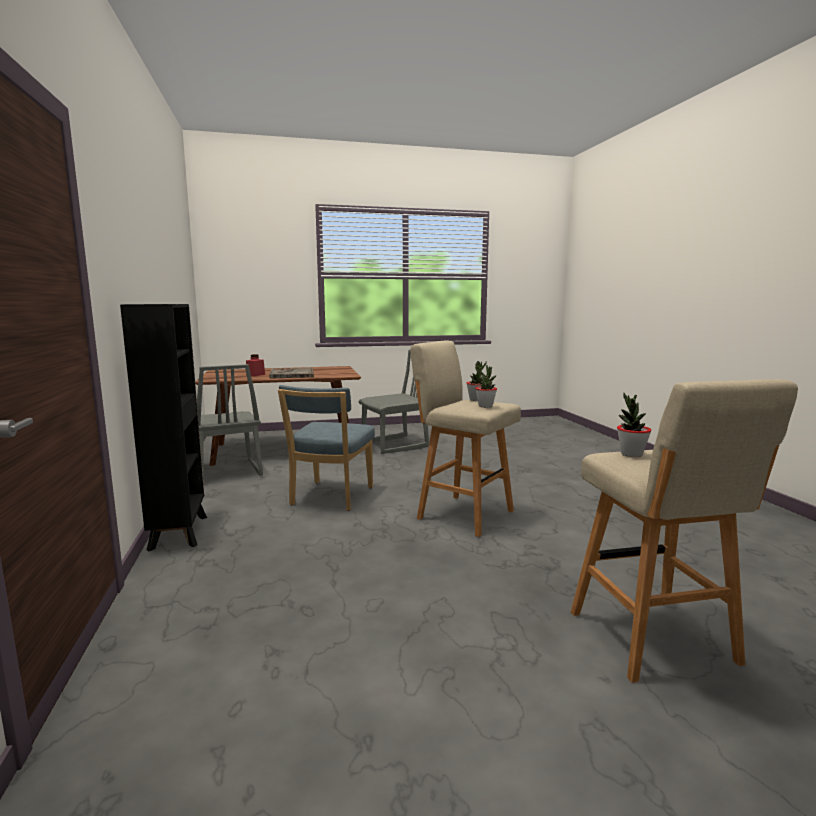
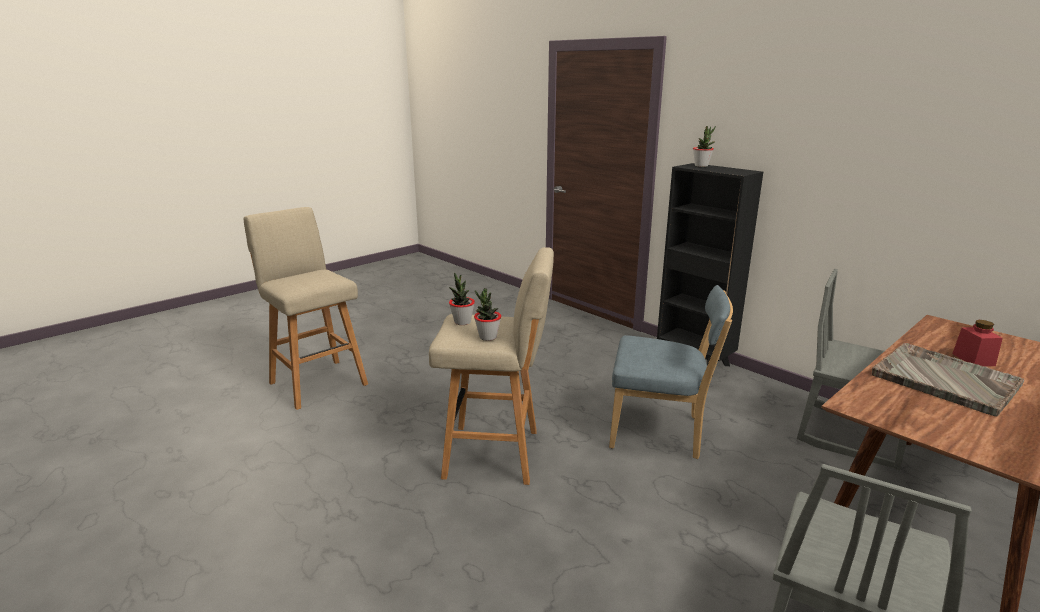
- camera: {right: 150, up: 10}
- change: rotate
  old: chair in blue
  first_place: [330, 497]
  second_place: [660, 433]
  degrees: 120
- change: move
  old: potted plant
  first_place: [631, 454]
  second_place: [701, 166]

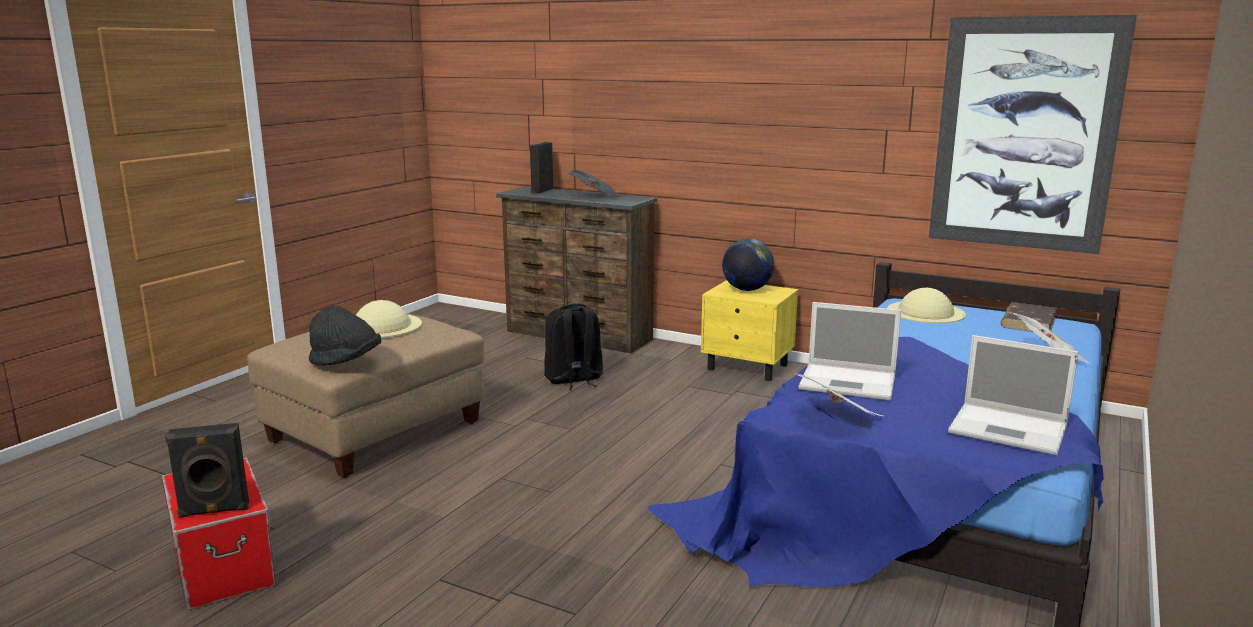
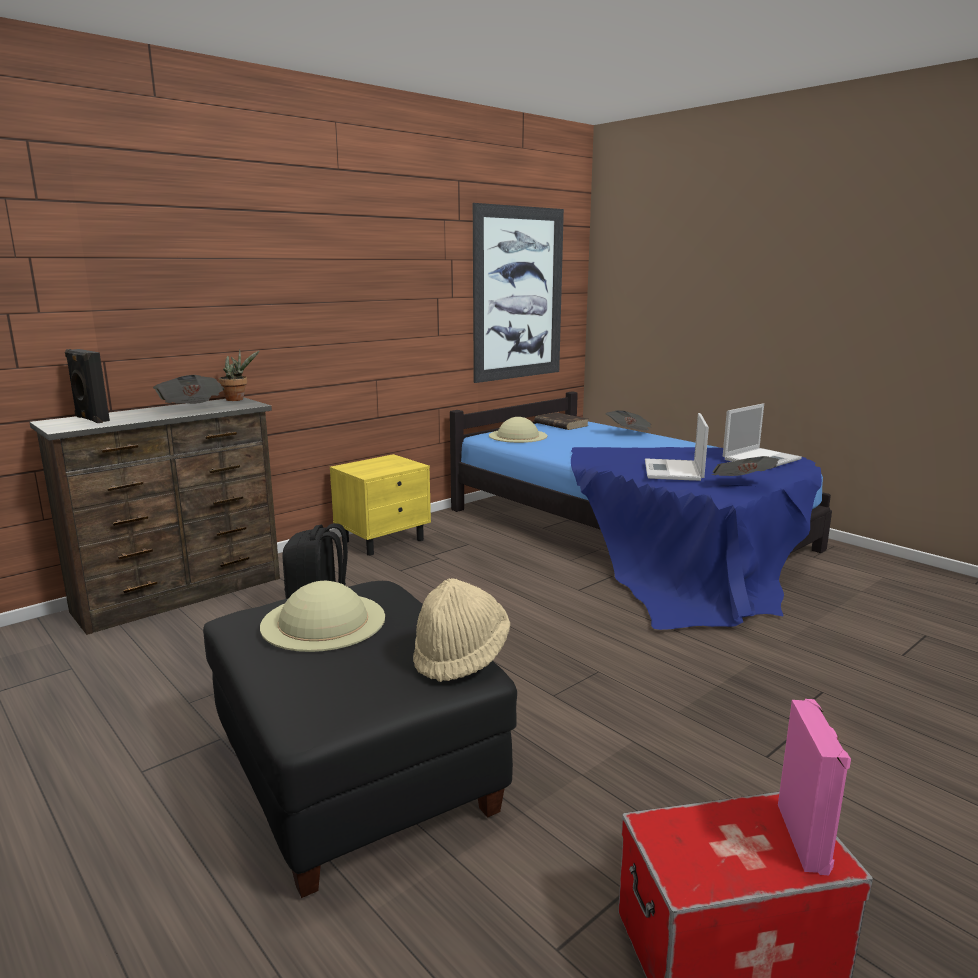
- camera: {right: -70, up: 0}
- change: recolor
  old: pouffe in beige-coloured
  new: pouffe in black
  first_place: [376, 432]
  second_place: [354, 776]
- change: insert
  new: potted plant
  second_place: [237, 399]
- change: recolor
  old: clothing hat in black
  new: clothing hat in beige-coloured
  first_place: [346, 362]
  second_place: [461, 656]
- change: rotate
  old: notebook computer
  first_place: [850, 382]
  second_place: [673, 471]
  degrees: 150
- change: recolor
  old: speaker in black
  new: speaker in pink-coloured
  first_place: [214, 511]
  second_place: [805, 838]
- change: delete
  old: globe
  first_place: [747, 290]

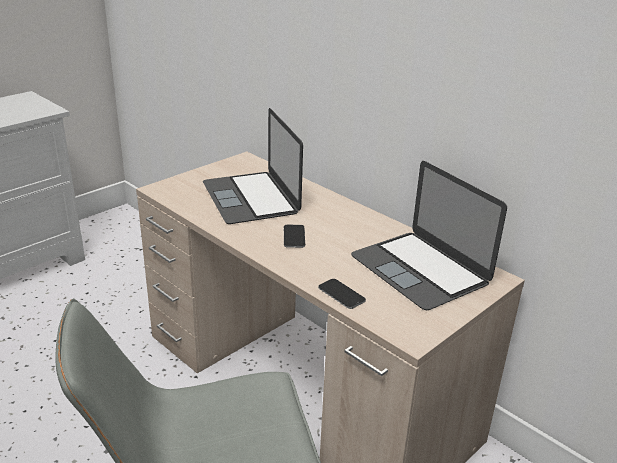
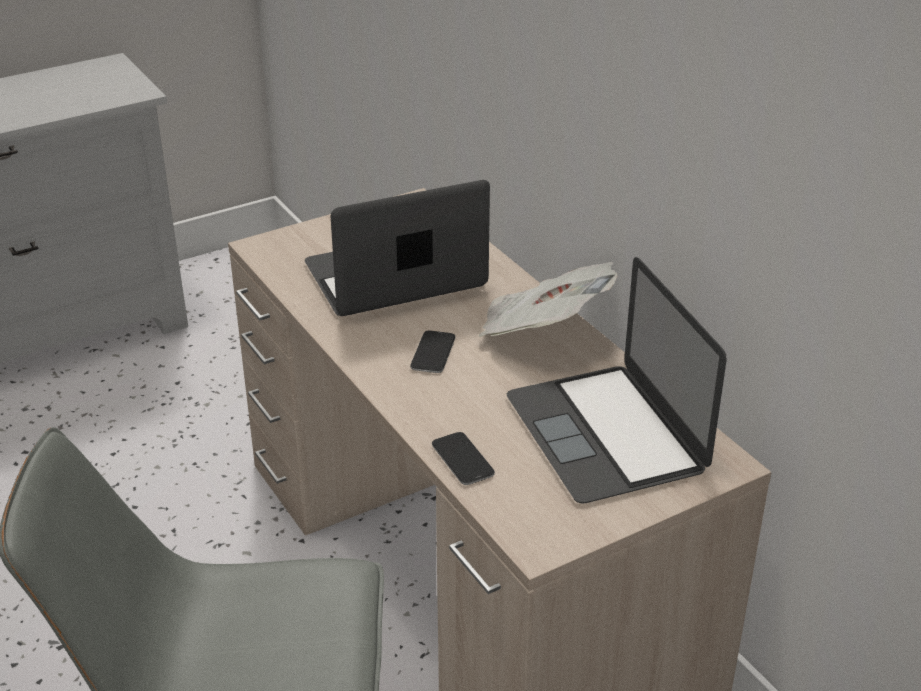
- camera: {right: 15, up: 5}
- change: rotate
  old: notebook computer
  first_place: [251, 197]
  second_place: [395, 276]
  degrees: 75
- change: insert
  new: printed paper
  second_place: [542, 330]

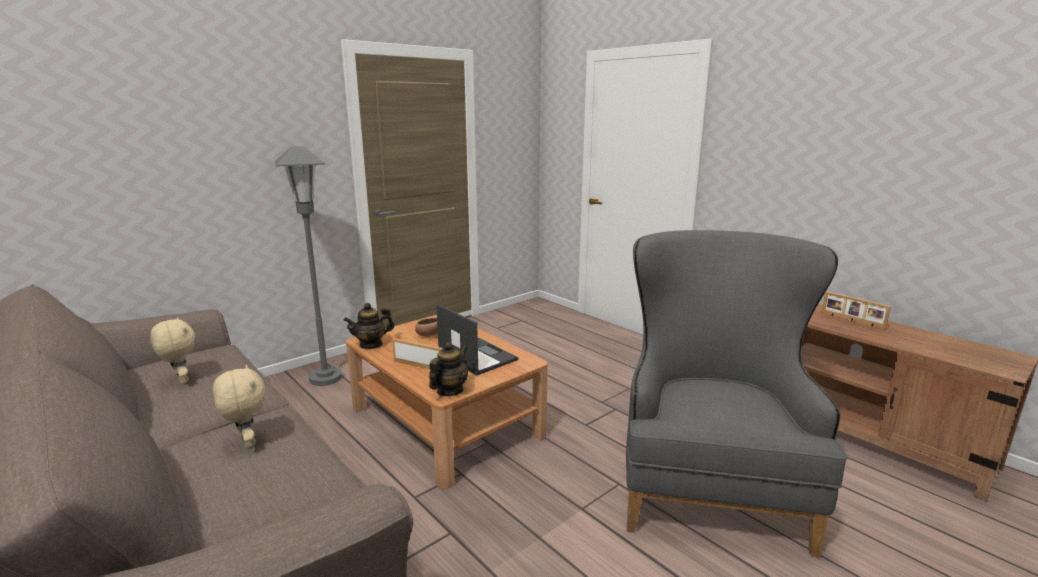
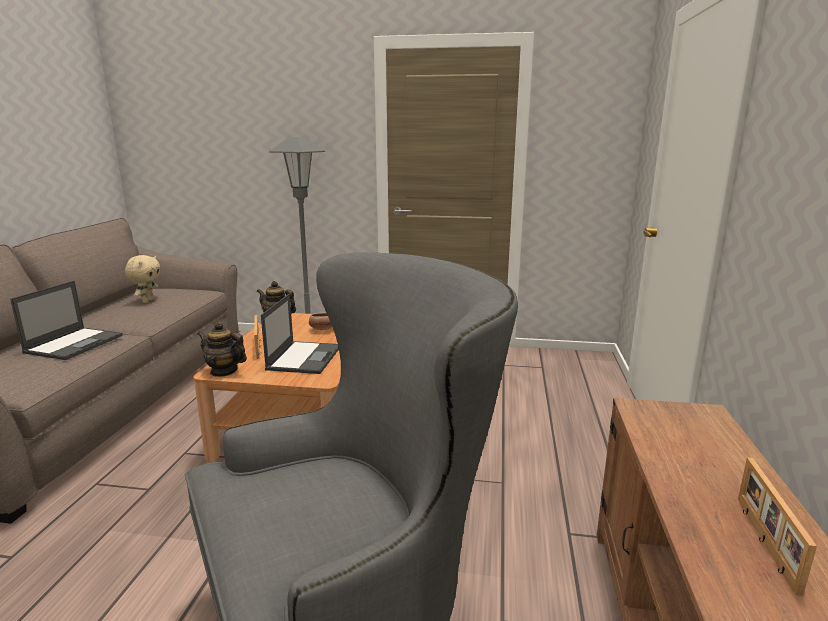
- camera: {right: 50, up: 0}
- change: replace
  old: soft toy in beige-coloured
  new: notebook computer
  first_place: [247, 442]
  second_place: [75, 343]
- change: rotate
  old: pot for tea
  first_place: [449, 391]
  second_place: [224, 371]
  degrees: -150

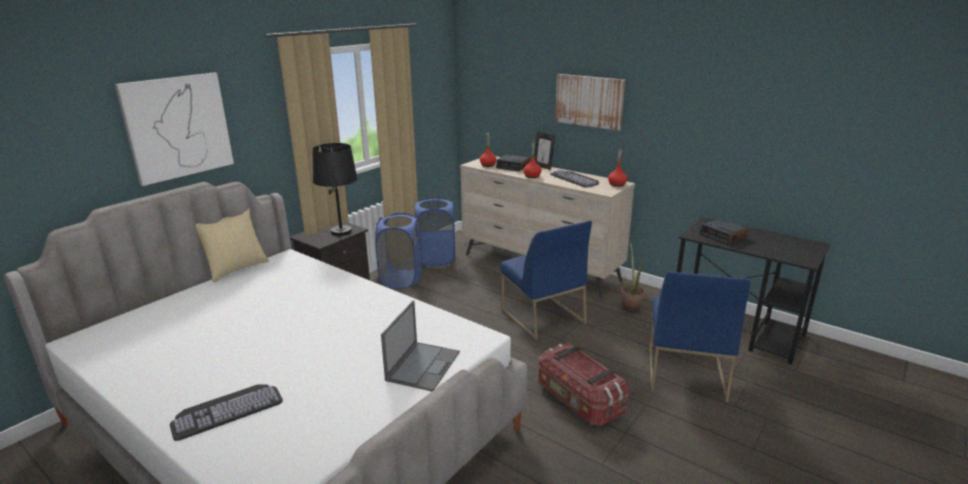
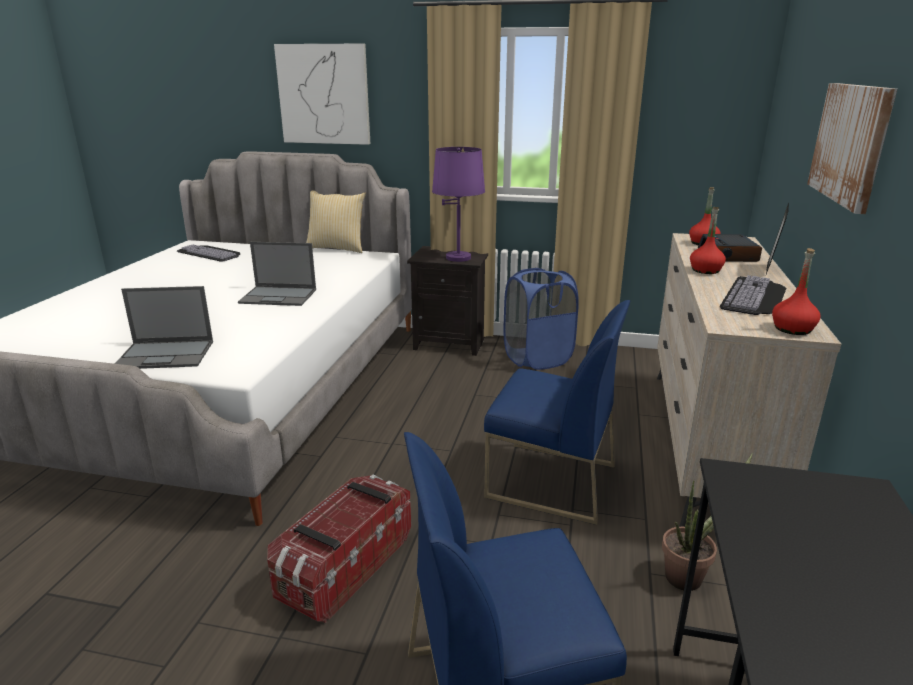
- camera: {right: 65, up: 0}
- change: move
  old: keyboard
  first_place: [227, 408]
  second_place: [211, 253]
- change: insert
  new: notebook computer
  second_place: [279, 296]
- change: recolor
  old: table lamp in black
  new: table lamp in purple-coloured
  first_place: [341, 231]
  second_place: [458, 258]
- change: rotate
  old: chair in blue
  first_place: [541, 316]
  second_place: [550, 481]
  degrees: -105
- change: delete
  old: washing basket in blue
  first_place: [436, 259]
- change: delete
  old: alarm clock
  first_place: [723, 236]

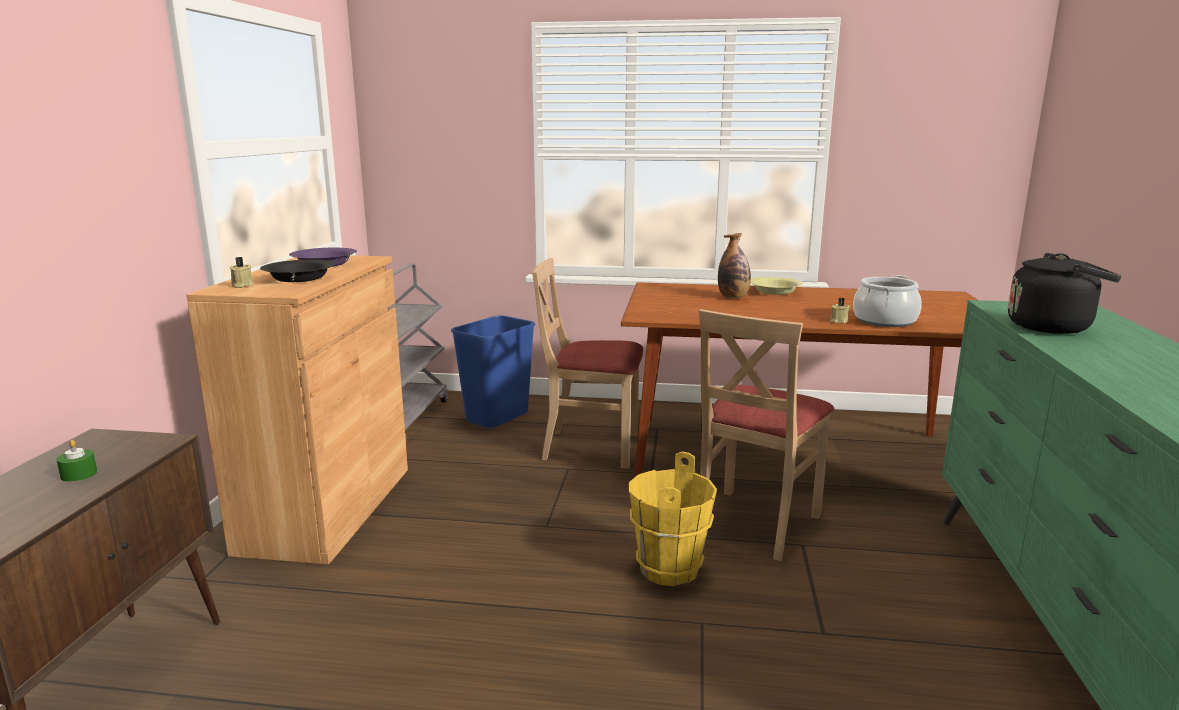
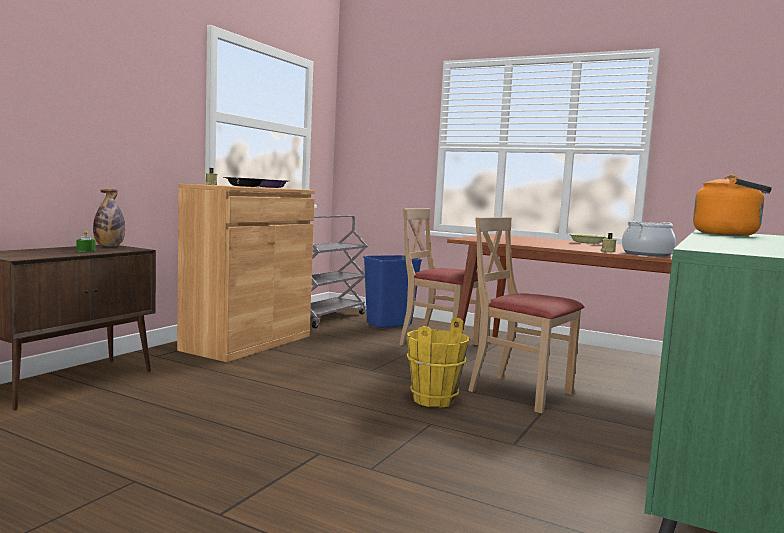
- camera: {right: 20, up: -10}
- change: move
  old: bottle
  first_place: [733, 297]
  second_place: [109, 246]
- change: rotate
  old: chair in beige-coloured
  first_place: [754, 523]
  second_place: [520, 392]
  degrees: 75
- change: recolor
  old: kettle in black
  new: kettle in orange
  first_place: [1053, 327]
  second_place: [730, 234]

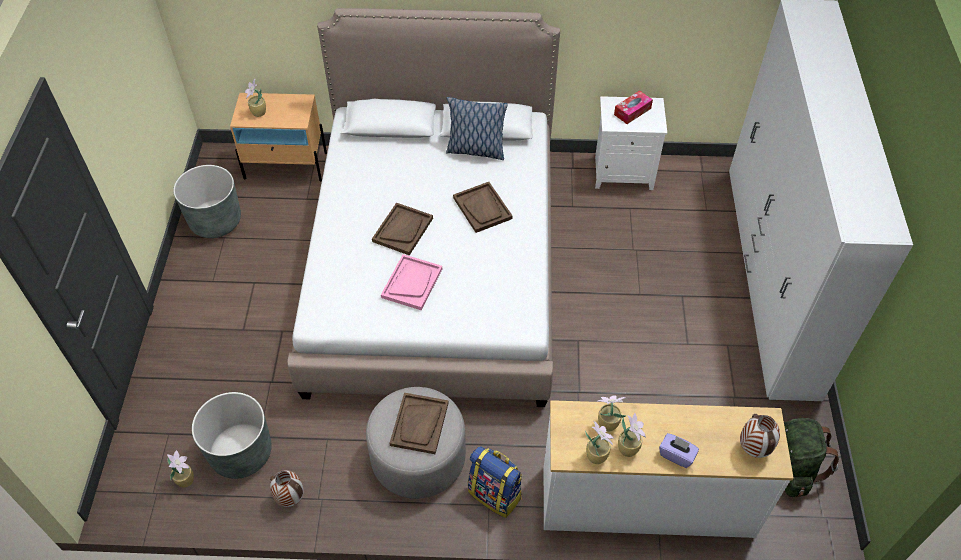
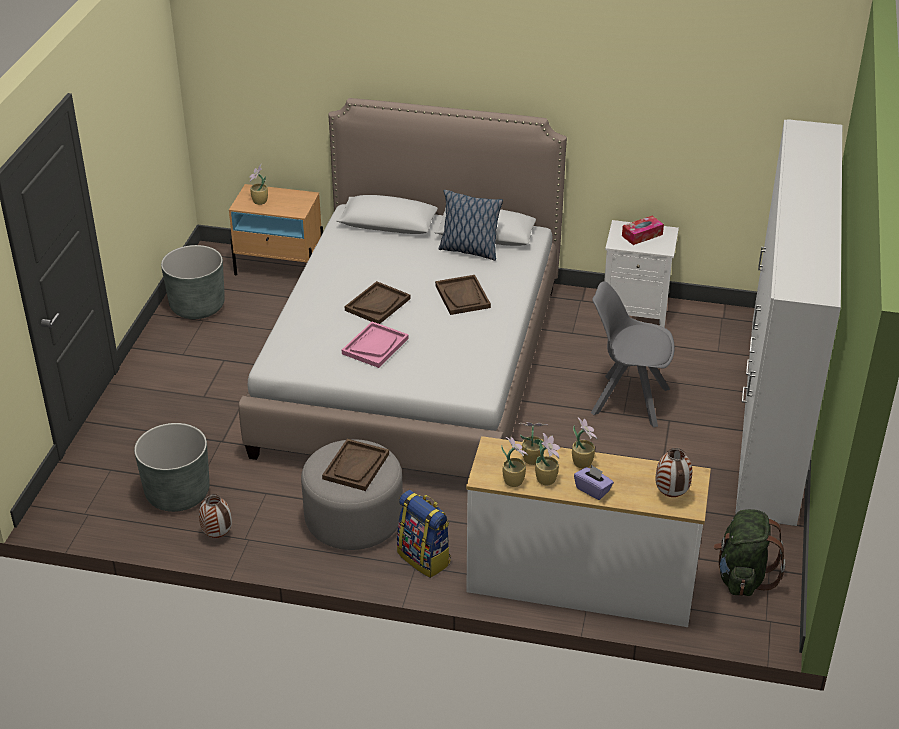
- camera: {right: 10, up: -15}
- change: move
  old: potted plant
  first_place: [186, 479]
  second_place: [582, 462]
- change: insert
  new: chair in greyish
  second_place: [628, 400]

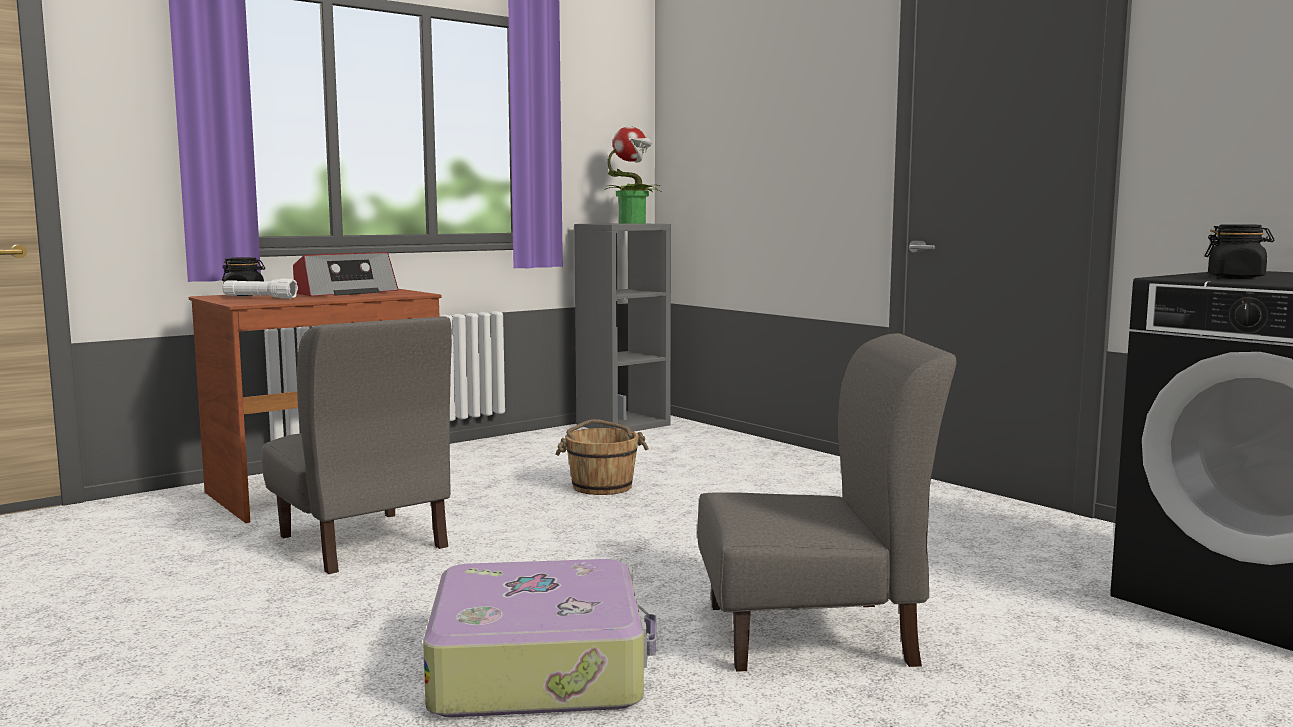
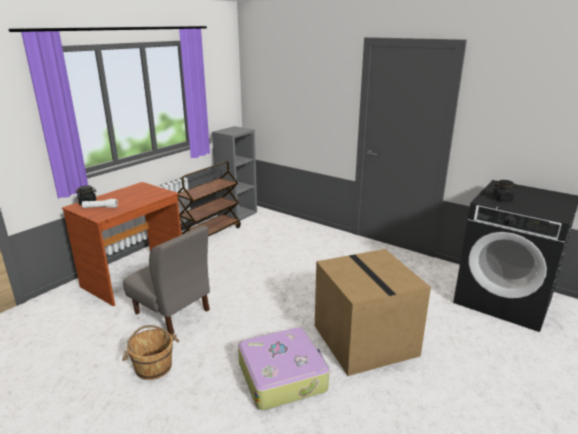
- camera: {right: -15, up: 15}
- change: move
  old: water bucket in brownish
  first_place: [602, 486]
  second_place: [153, 366]
- change: insert
  new: wheeled cart in brownish
  second_place: [210, 234]
- change: replace
  old: chair in greyish
  new: carton
  first_place: [811, 634]
  second_place: [366, 340]
- change: delete
  old: radio set
  first_place: [344, 293]
- change: delete
  old: potted plant
  first_place: [633, 223]

